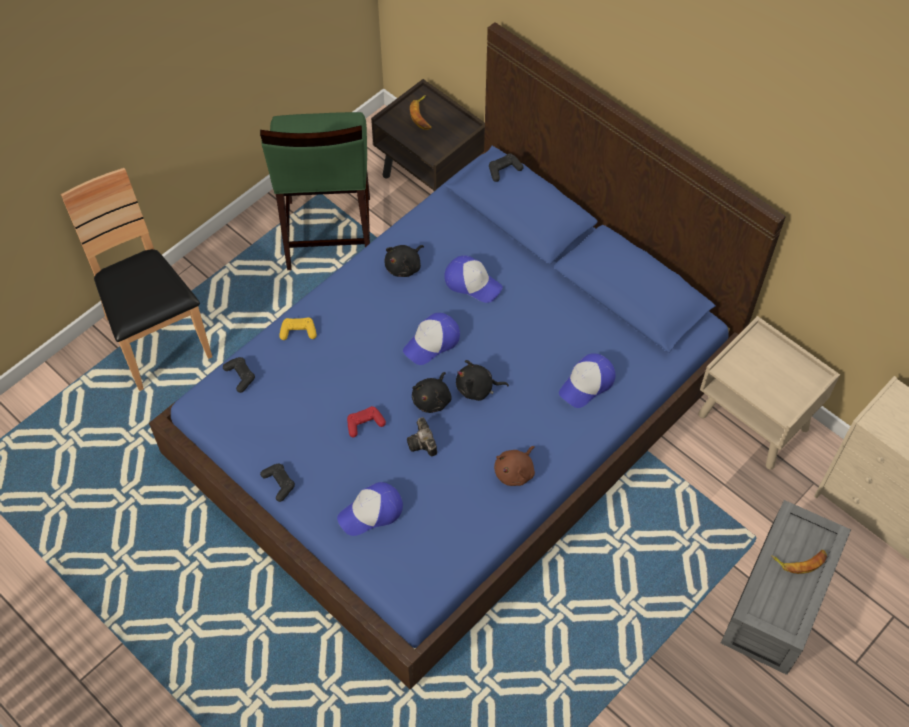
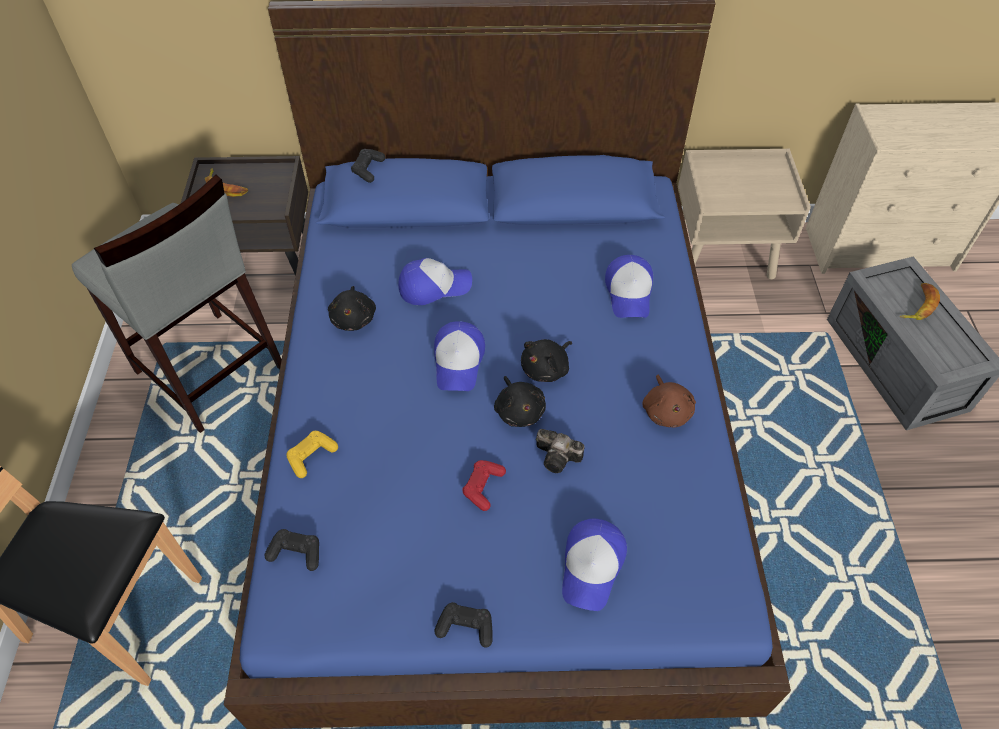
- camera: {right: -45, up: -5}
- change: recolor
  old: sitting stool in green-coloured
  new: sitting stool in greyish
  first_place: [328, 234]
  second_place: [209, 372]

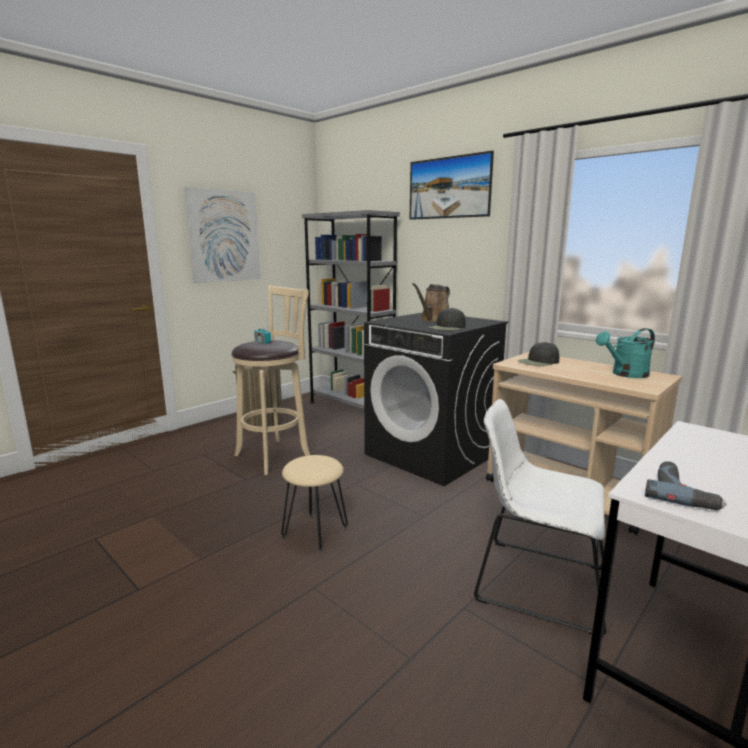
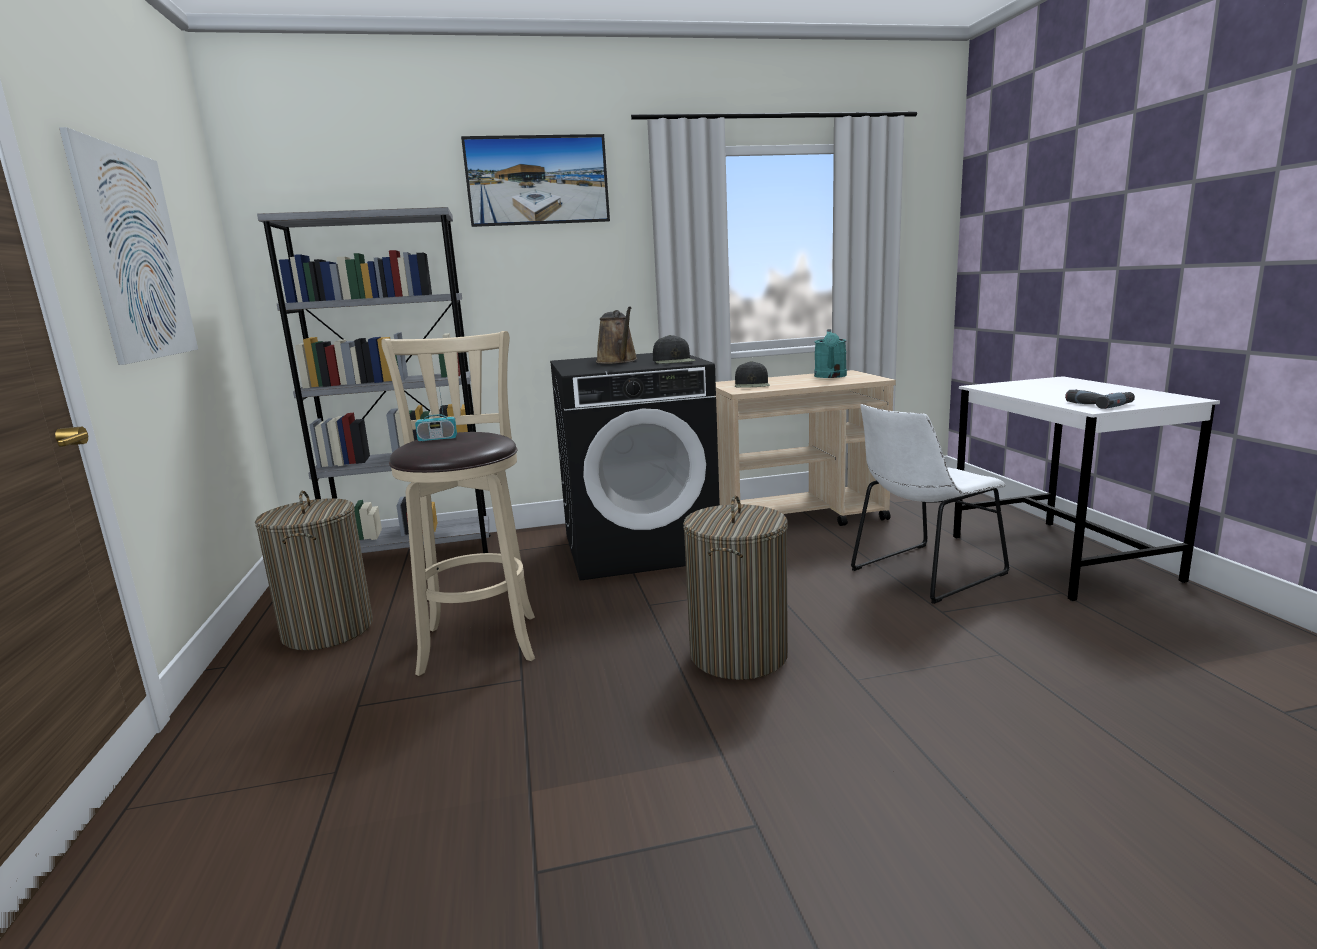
- camera: {right: -55, up: 0}
- change: replace
  old: sitting stool in beige-coloured
  new: washing basket
  first_place: [314, 532]
  second_place: [738, 655]

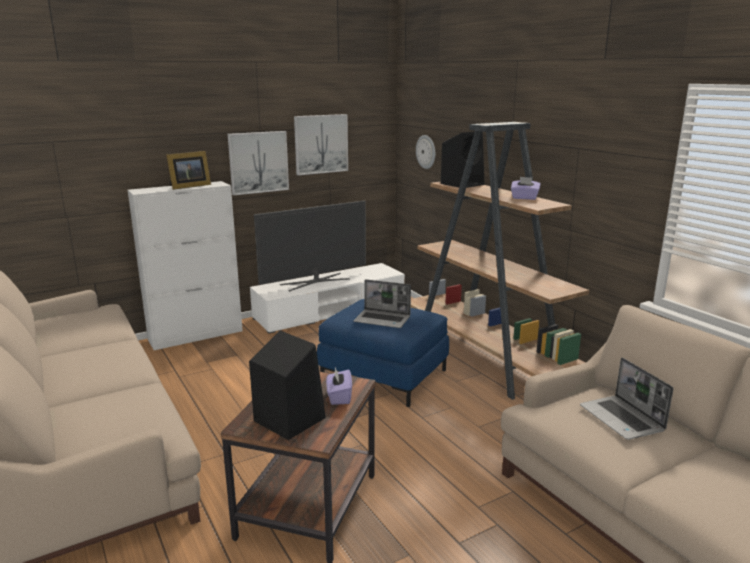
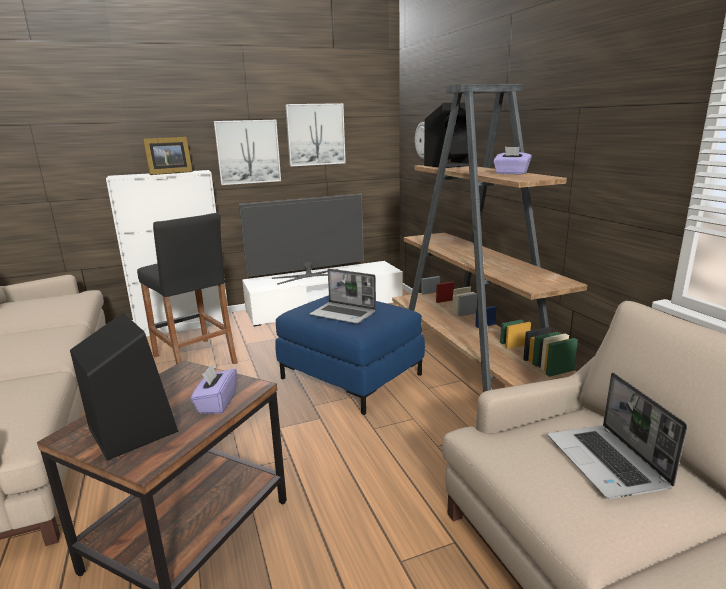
- camera: {right: 10, up: 0}
- change: insert
  new: sitting stool in black
  second_place: [195, 359]

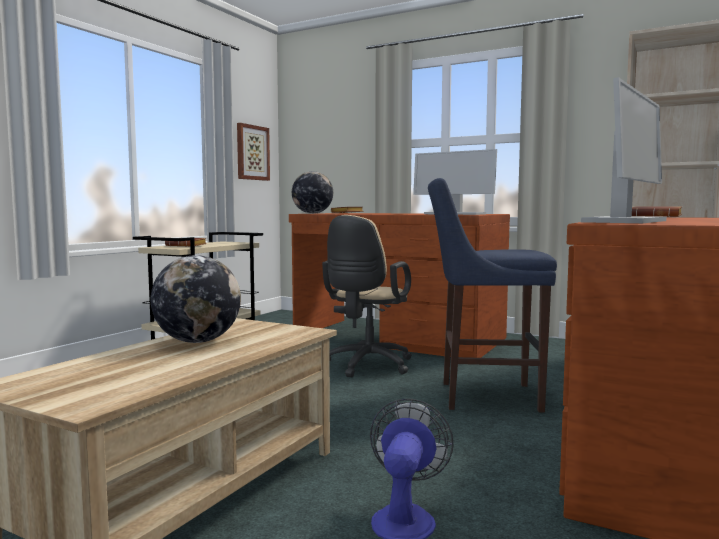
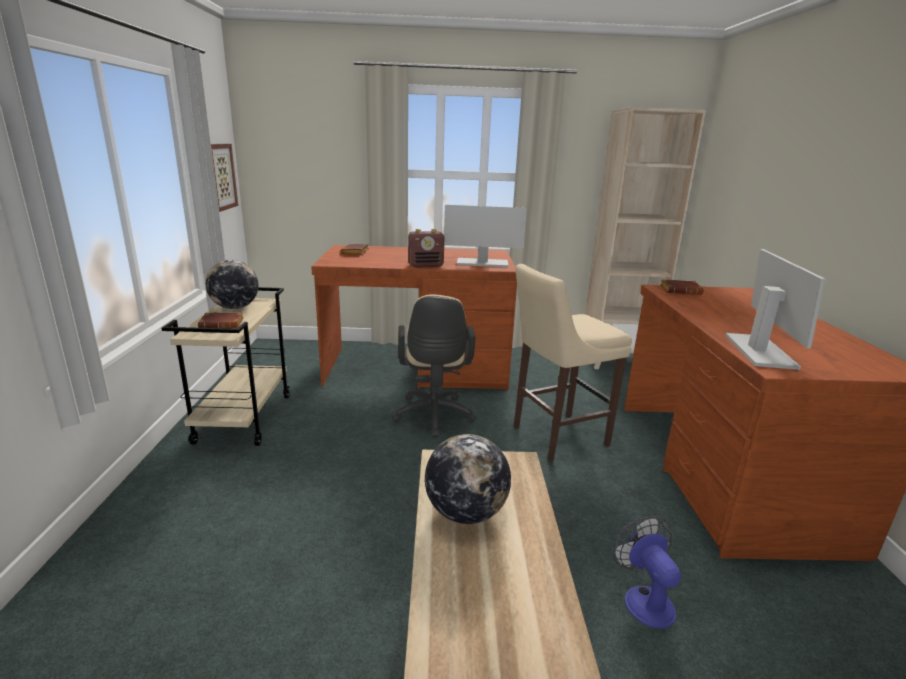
- camera: {right: -30, up: 15}
- change: move
  old: globe
  first_place: [312, 213]
  second_place: [235, 307]
- change: insert
  new: radio set
  second_place: [426, 266]
- change: recolor
  old: sitting stool in blue
  new: sitting stool in beige-coloured
  first_place: [483, 396]
  second_place: [555, 436]

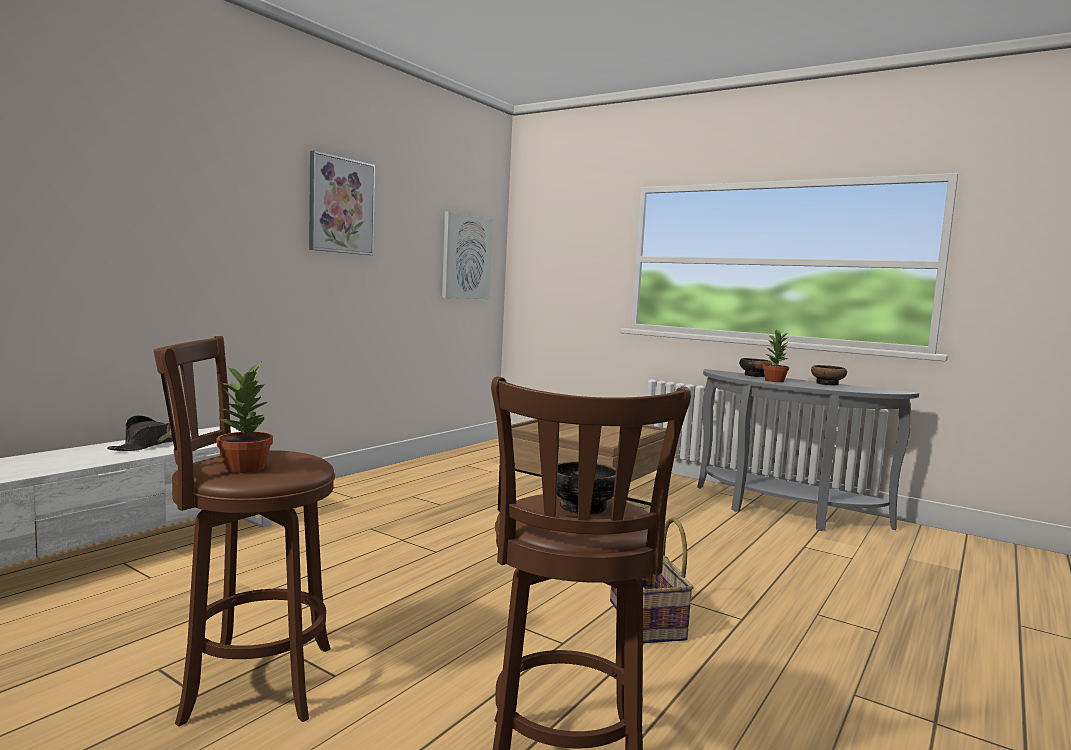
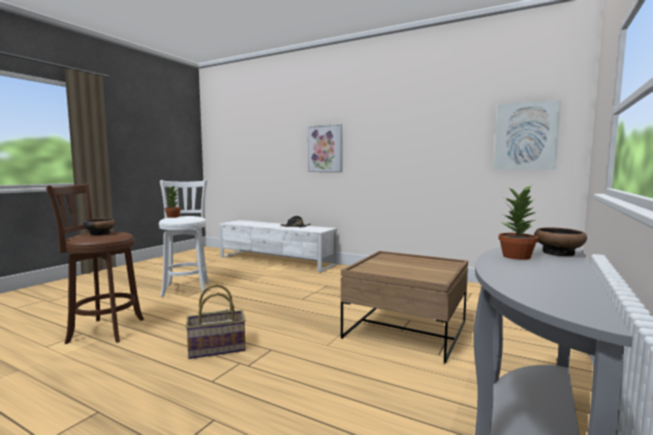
- camera: {right: 85, up: 0}
- change: recolor
  old: sitting stool in brownish
  new: sitting stool in whitish
  first_place: [250, 683]
  second_place: [186, 288]
- change: move
  old: wall art
  first_place: [341, 205]
  second_place: [325, 149]
- change: delete
  old: bowl
  first_place: [827, 384]

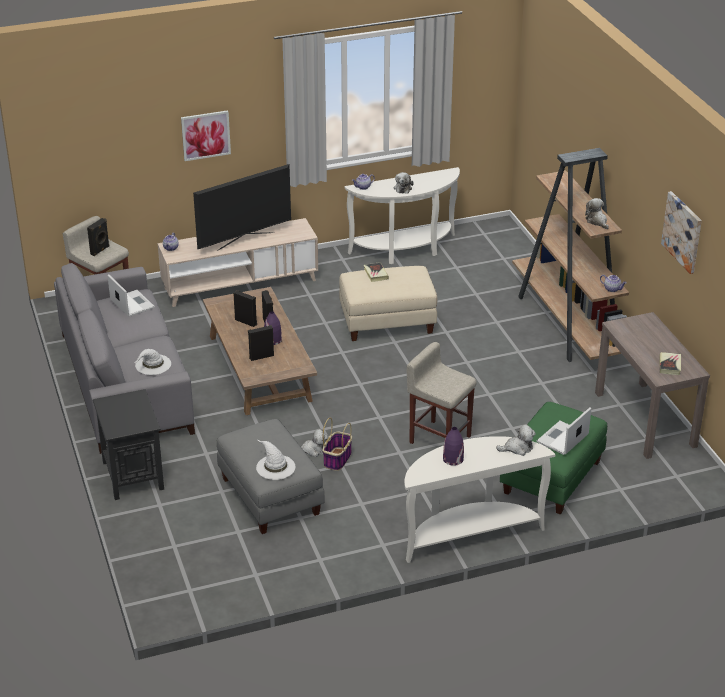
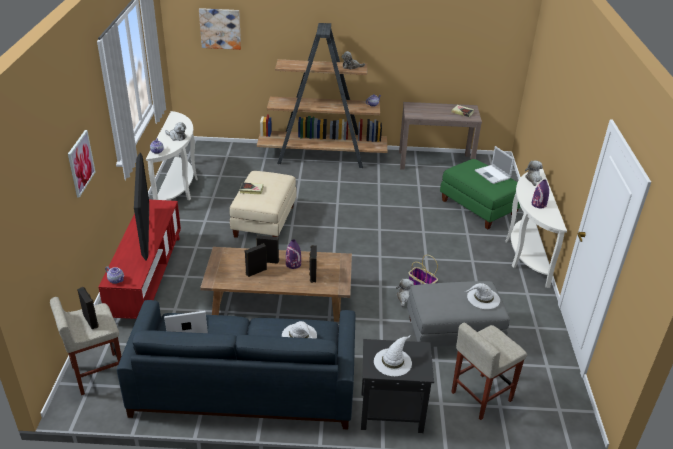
- camera: {right: -70, up: 0}
- change: recolor
  old: tv unit in beige-coloured
  new: tv unit in red-coloured
  first_place: [240, 284]
  second_place: [147, 278]
- change: recolor
  old: settee in greyish
  new: settee in blue
  first_place: [126, 382]
  second_place: [244, 385]
- change: move
  old: wall art
  first_place: [683, 232]
  second_place: [220, 28]
- change: insert
  new: clothing hat in whitish
  second_place: [393, 361]
- change: move
  old: sitting stool in beige-coloured
  first_place: [439, 439]
  second_place: [480, 396]

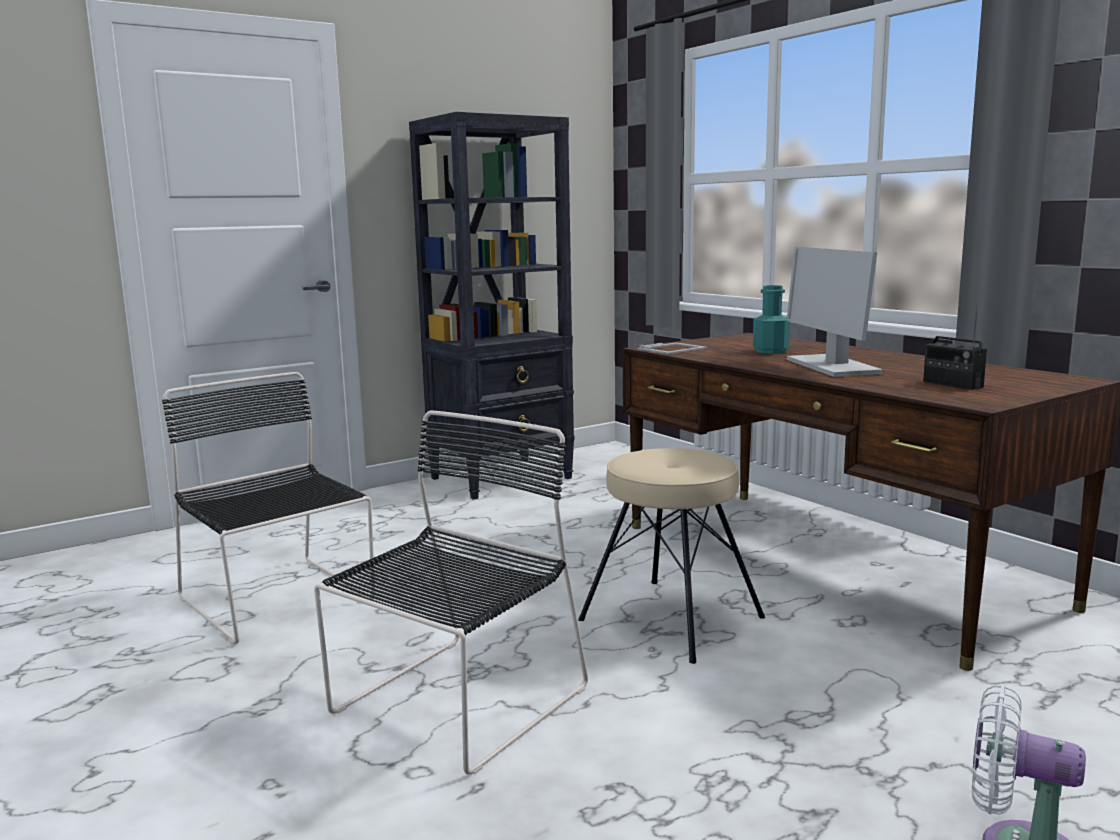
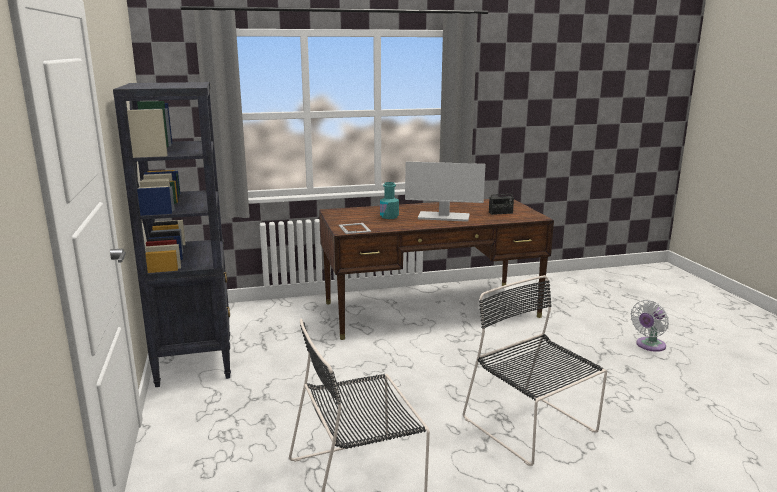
- camera: {right: -70, up: 5}
- change: delete
  old: sitting stool in beige-coloured
  first_place: [670, 619]

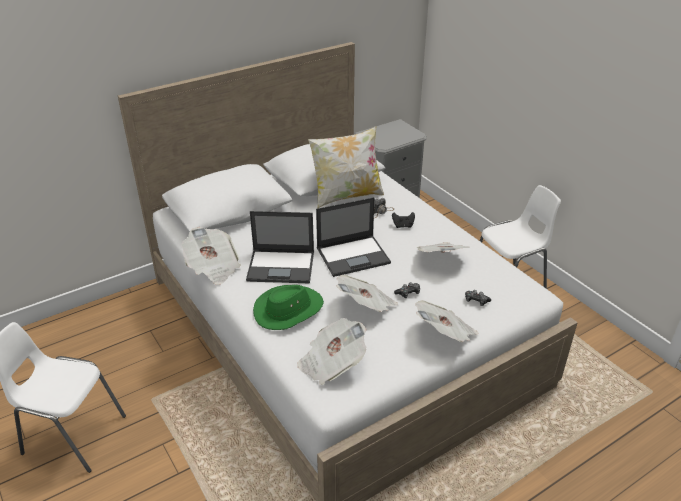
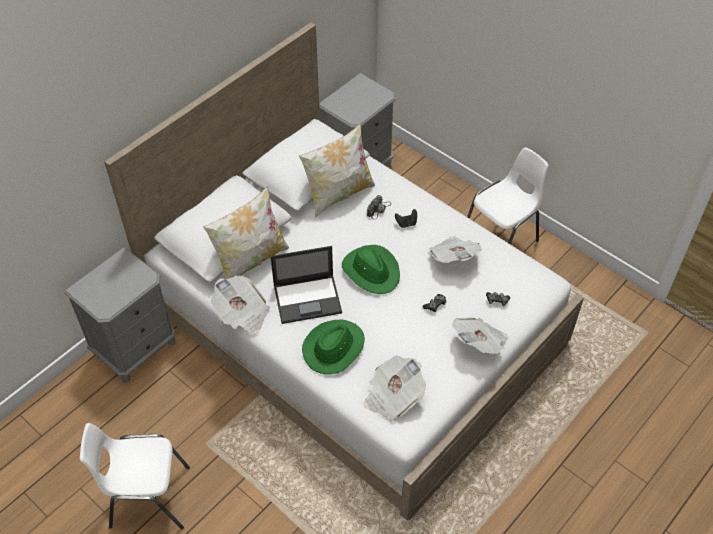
- camera: {right: -15, up: 15}
- change: insert
  new: night table in greyish
  second_place: [136, 348]
- change: insert
  new: throw pillow
  second_place: [251, 260]
- change: replace
  old: notebook computer
  new: clothing hat in green-coloured
  first_place: [354, 255]
  second_place: [371, 271]
- change: delete
  old: printed paper
  first_place: [366, 306]

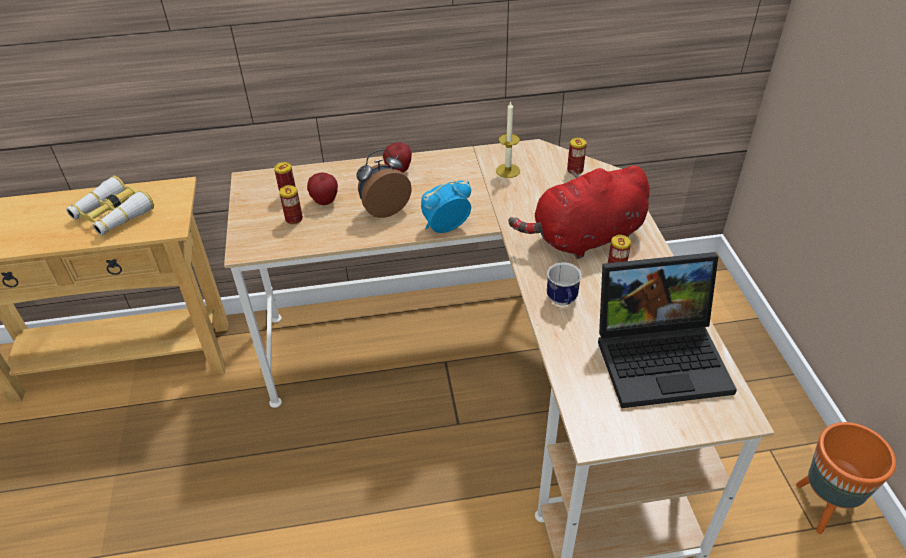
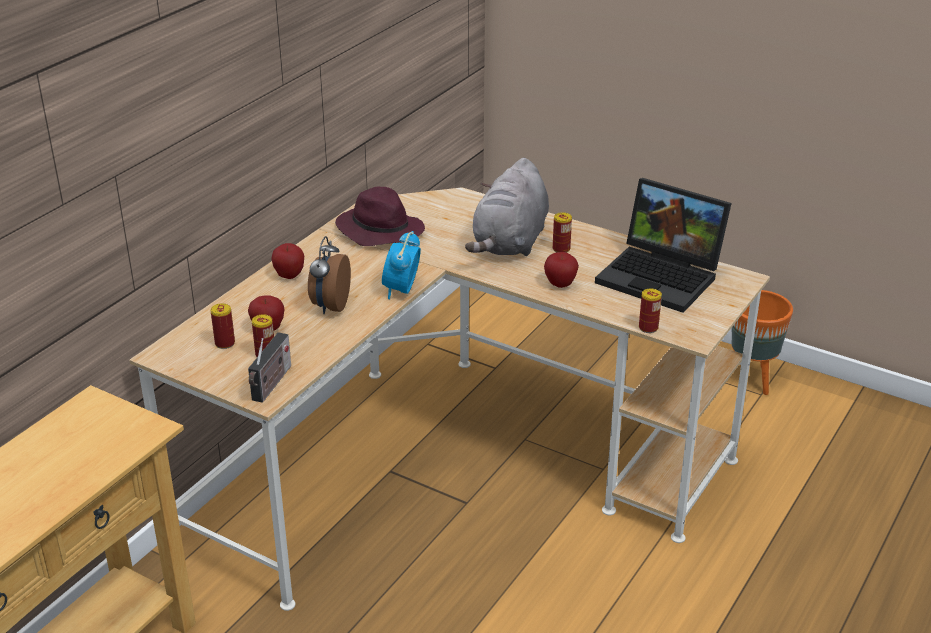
- camera: {right: -50, up: -10}
- change: insert
  new: radio set
  second_place: [271, 385]
- change: replace
  old: wax light
  new: clothing hat in purple-coloured
  first_place: [508, 170]
  second_place: [379, 230]
- change: recolor
  old: soft toy in red-coloured
  new: soft toy in greyish
  first_place: [584, 239]
  second_place: [510, 243]
- change: replace
  old: mug
  new: apple
  first_place: [562, 302]
  second_place: [560, 285]
- change: rotate
  old: notebook computer
  first_place: [662, 356]
  second_place: [663, 276]
  degrees: 90
- change: move
  old: sealed can
  first_place: [575, 170]
  second_place: [648, 328]
- change: delete
  old: pair of binoculars
  first_place: [112, 214]

